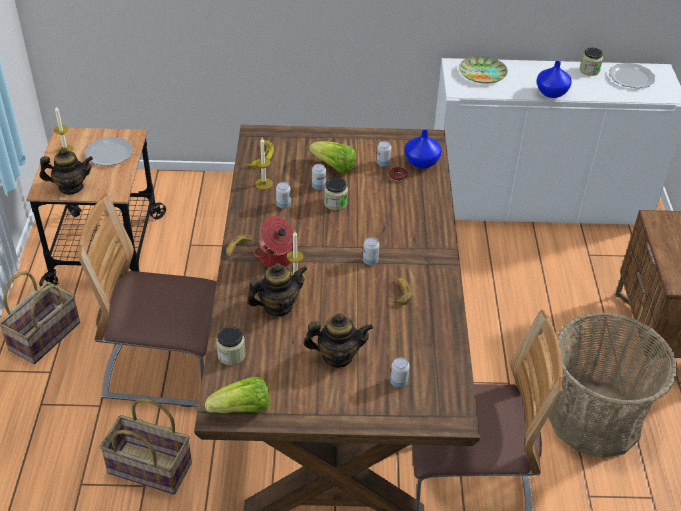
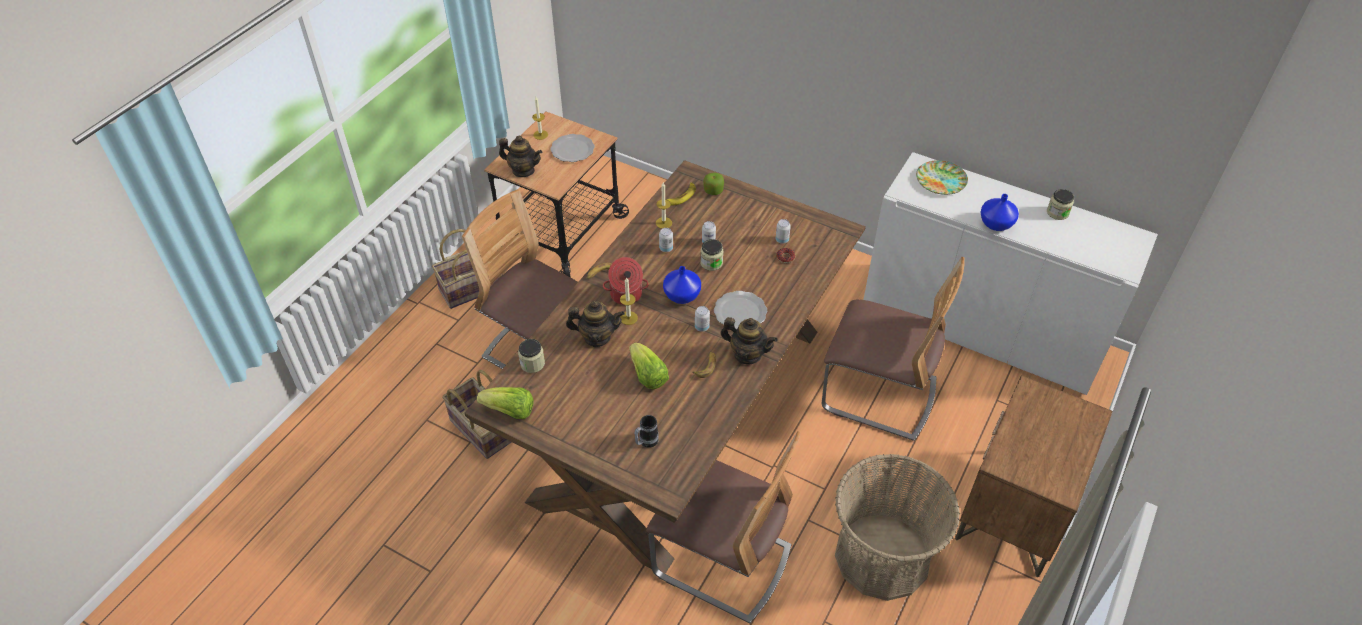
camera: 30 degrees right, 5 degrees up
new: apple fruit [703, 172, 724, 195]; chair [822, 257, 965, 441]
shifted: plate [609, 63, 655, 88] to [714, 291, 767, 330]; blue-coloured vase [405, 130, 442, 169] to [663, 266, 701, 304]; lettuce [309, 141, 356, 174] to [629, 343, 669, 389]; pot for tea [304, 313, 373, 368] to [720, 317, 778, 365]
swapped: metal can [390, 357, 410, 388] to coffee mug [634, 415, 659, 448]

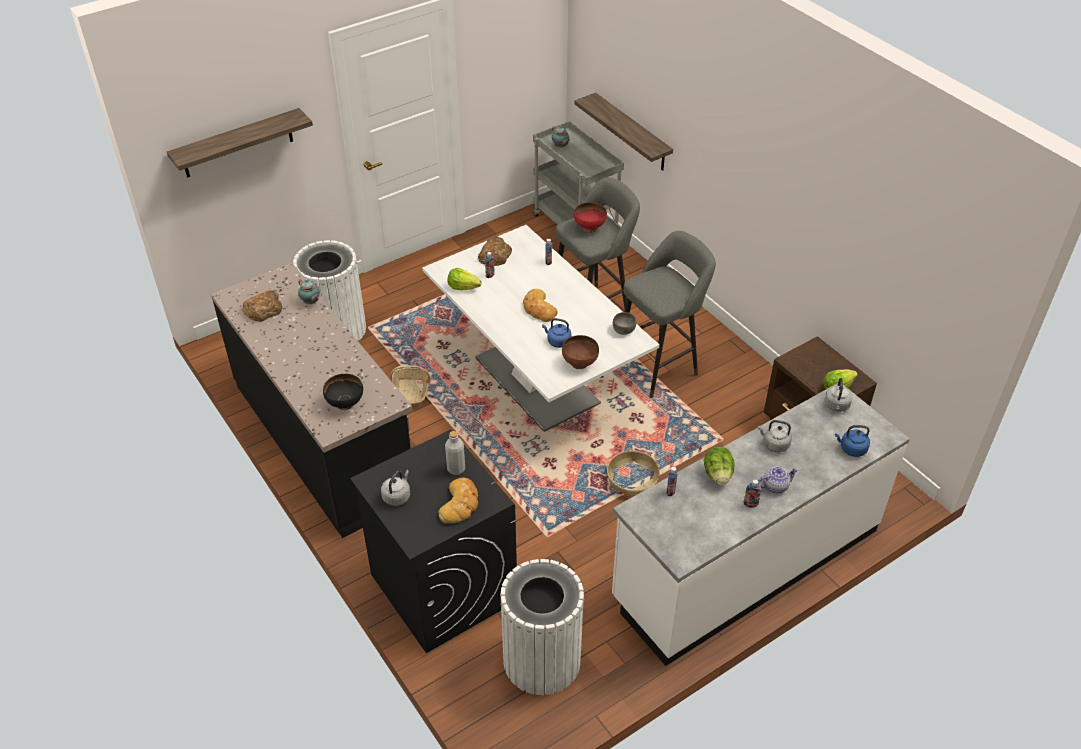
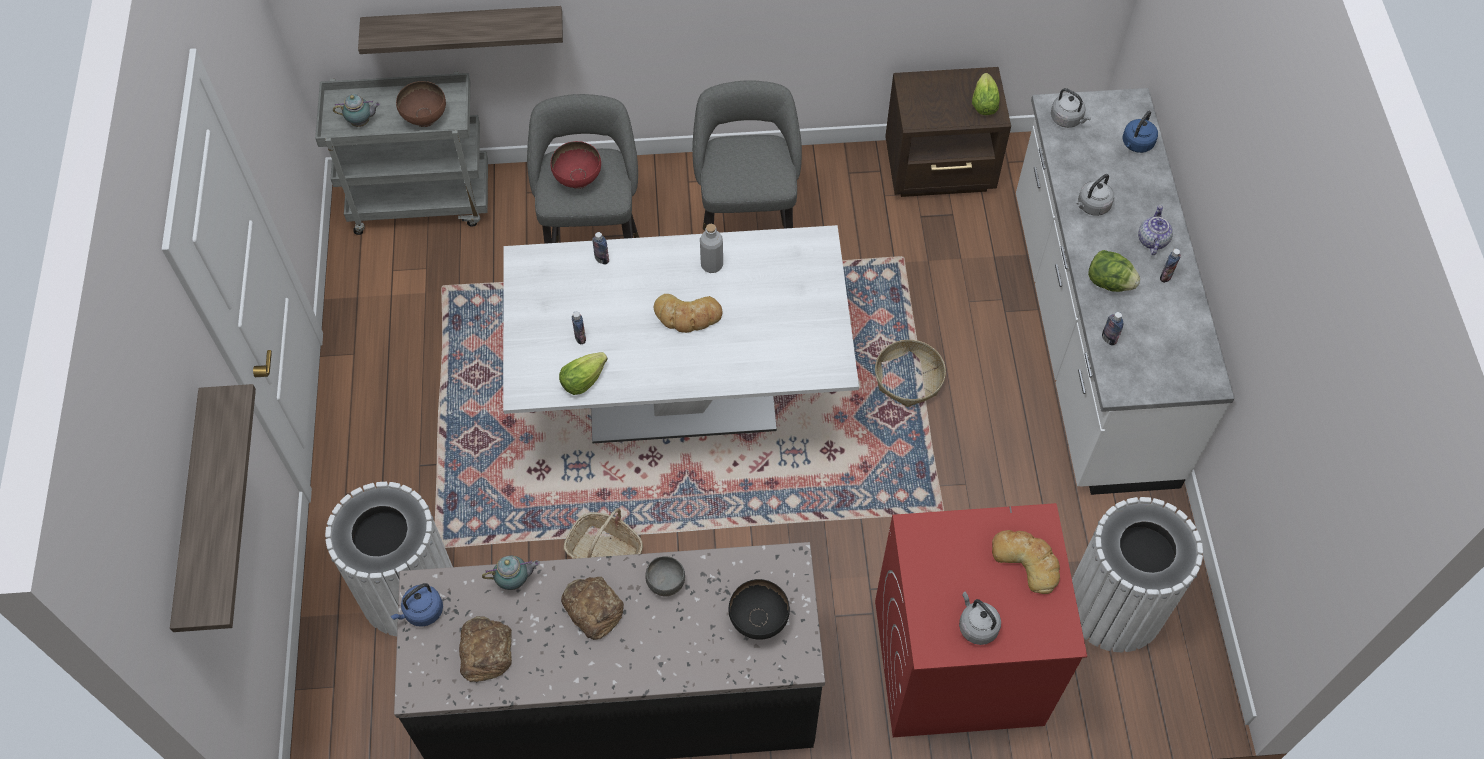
camera: 60 degrees left, 15 degrees up
shifted: bread [478, 236, 512, 266] to [561, 577, 624, 640]; greyish serving bowl [613, 312, 636, 335] to [645, 556, 685, 597]; blue-coloured kettle [542, 318, 572, 348] to [390, 583, 443, 627]; brownish serving bowl [562, 335, 599, 369] to [396, 81, 446, 127]; greyish bottle [445, 431, 465, 475] to [700, 224, 723, 273]
repainted: blackish washing machine [350, 430, 517, 653] to reddish washing machine [875, 503, 1087, 737]

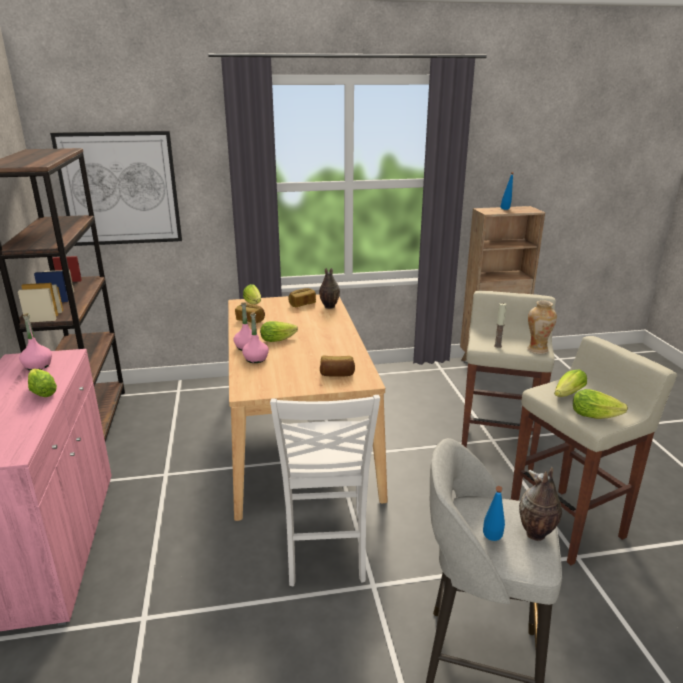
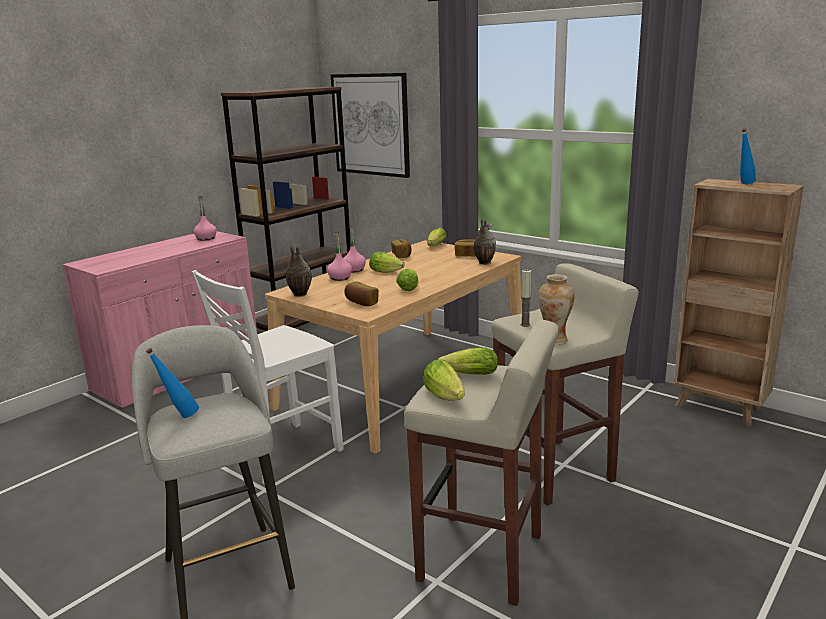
camera: 50 degrees right, 5 degrees down
shifted: lettuce [28, 369, 57, 397] to [396, 268, 419, 291]; vase [519, 467, 562, 541] to [285, 245, 312, 297]

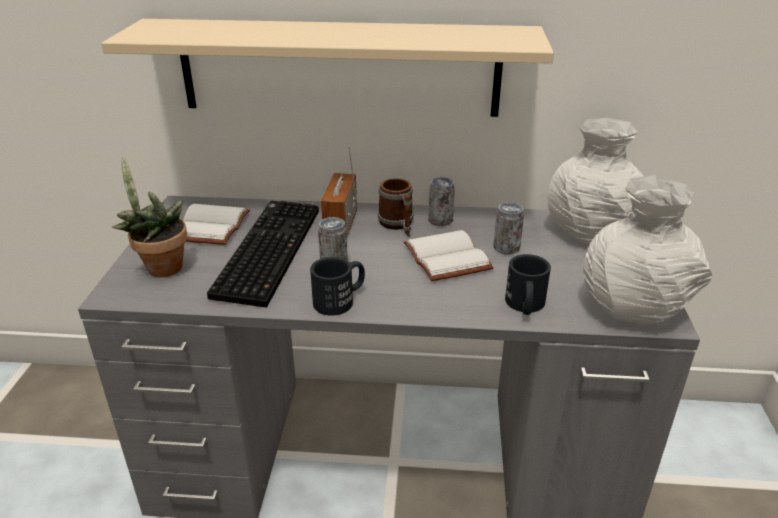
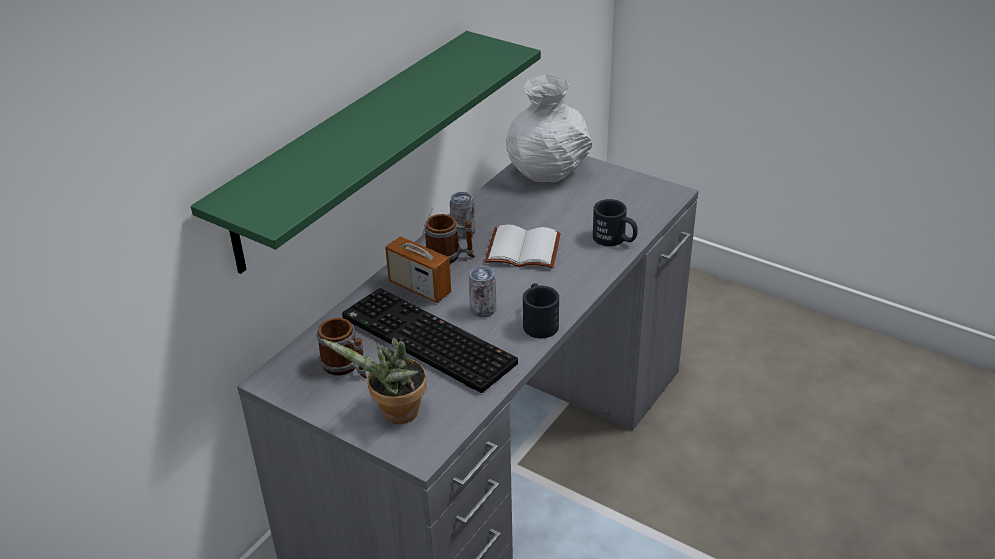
camera: 60 degrees left, 5 degrees up
gone: white vase [583, 175, 712, 325]; metal can [494, 202, 524, 255]
swapped: white volume [182, 204, 250, 245] to coffee mug [317, 318, 367, 379]
repainted: beige wall shelf [101, 19, 554, 117] to greenish wall shelf [191, 31, 541, 274]

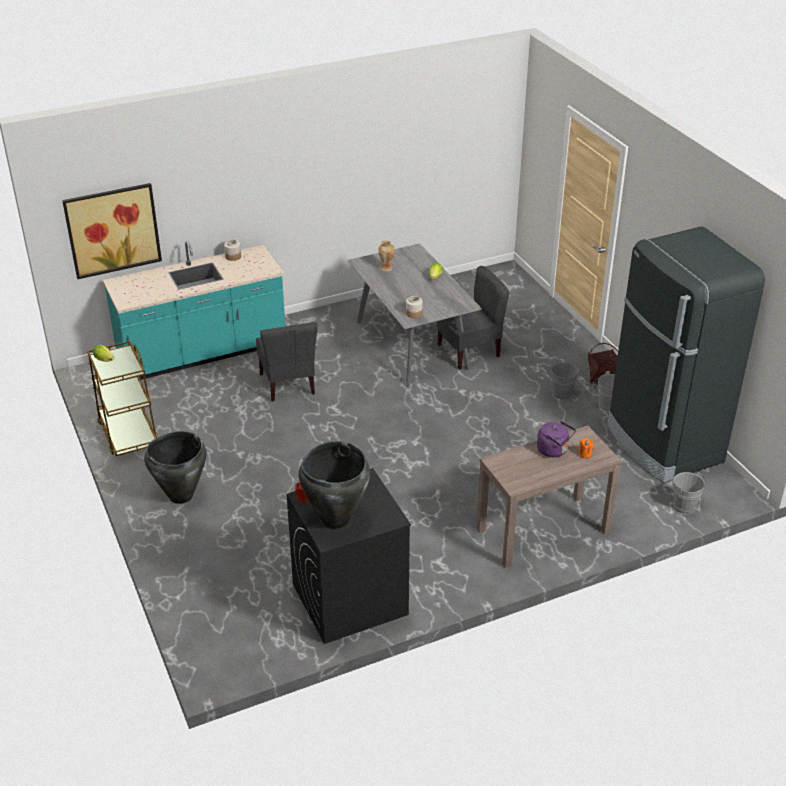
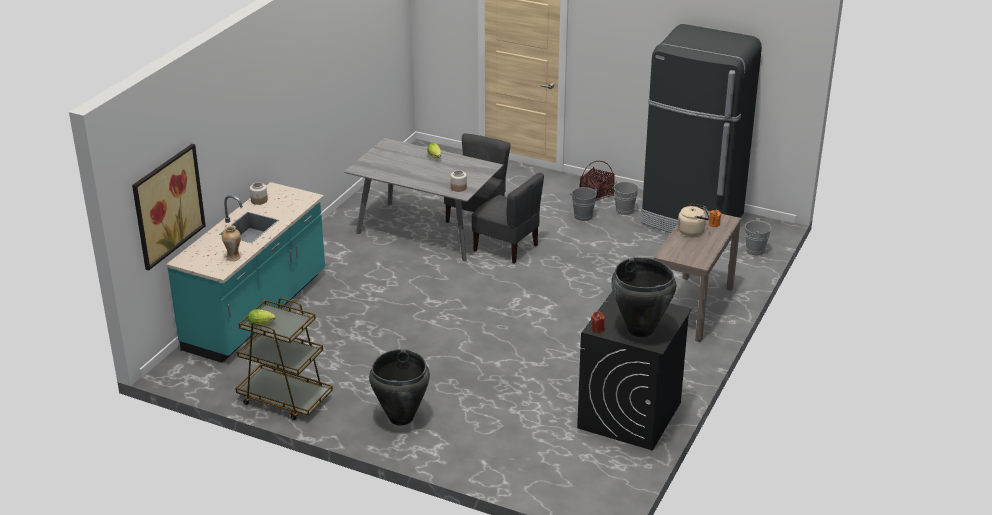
camera: 40 degrees left, 5 degrees down
shifted: vase [378, 240, 395, 272] to [222, 225, 241, 261]; greyish chair [256, 322, 318, 401] to [472, 173, 544, 264]
repainted: purple-coloured kettle [537, 421, 576, 457] to beige kettle [678, 204, 710, 236]

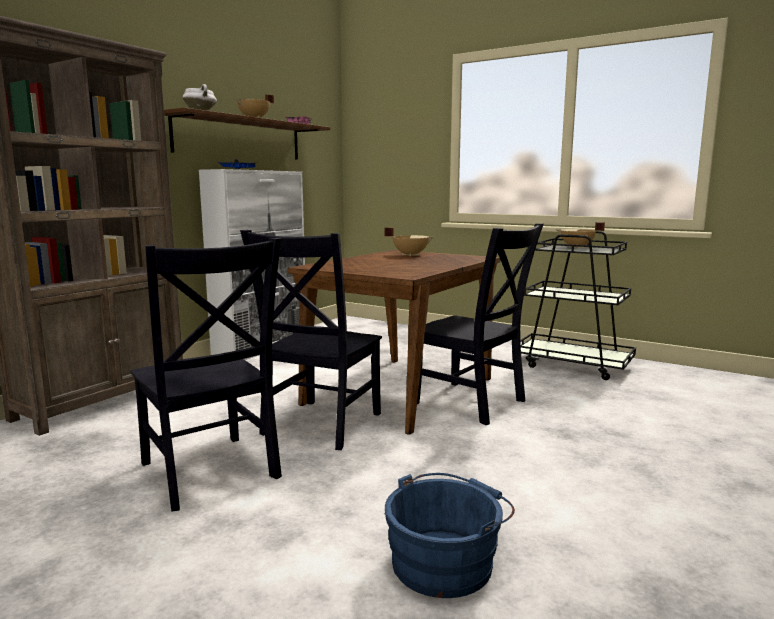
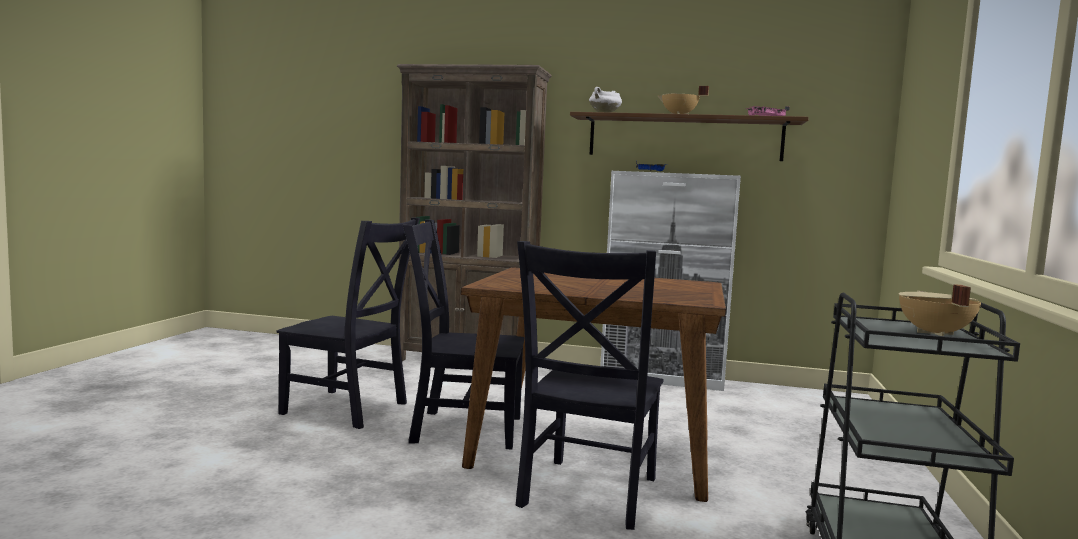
camera: 70 degrees right, 5 degrees down
gone: beige cooking pot [384, 227, 434, 256]; blue-coloured water bucket [385, 473, 515, 598]
rotated: blackish chair [130, 238, 282, 512] = [277, 218, 420, 429] 105 degrees counterclockwise

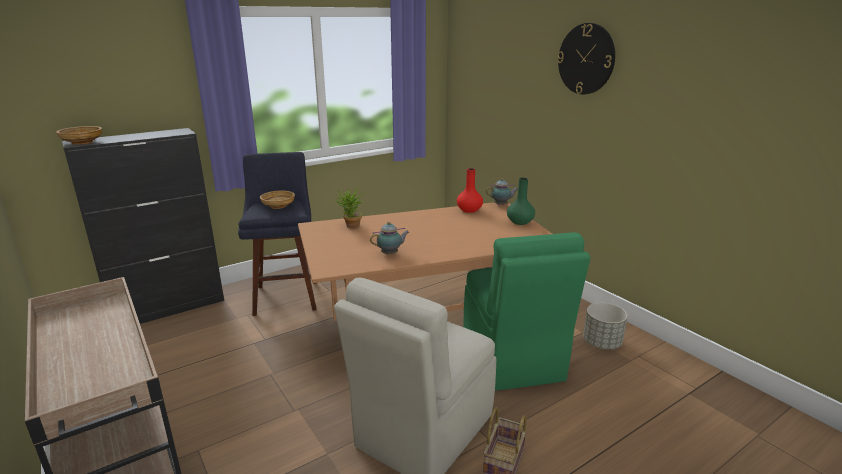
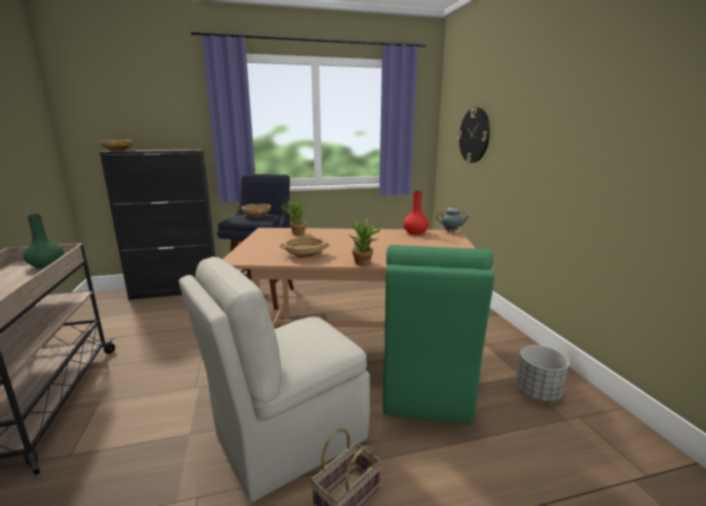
camera: 20 degrees right, 5 degrees down
new: plant in a pot [349, 219, 384, 265]
shifted: wall clock [557, 23, 615, 94] to [458, 107, 490, 163]; greenish vase [507, 178, 535, 225] to [23, 214, 64, 269]
swapped: pot for tea [370, 222, 409, 255] to beige serving bowl [279, 237, 330, 258]

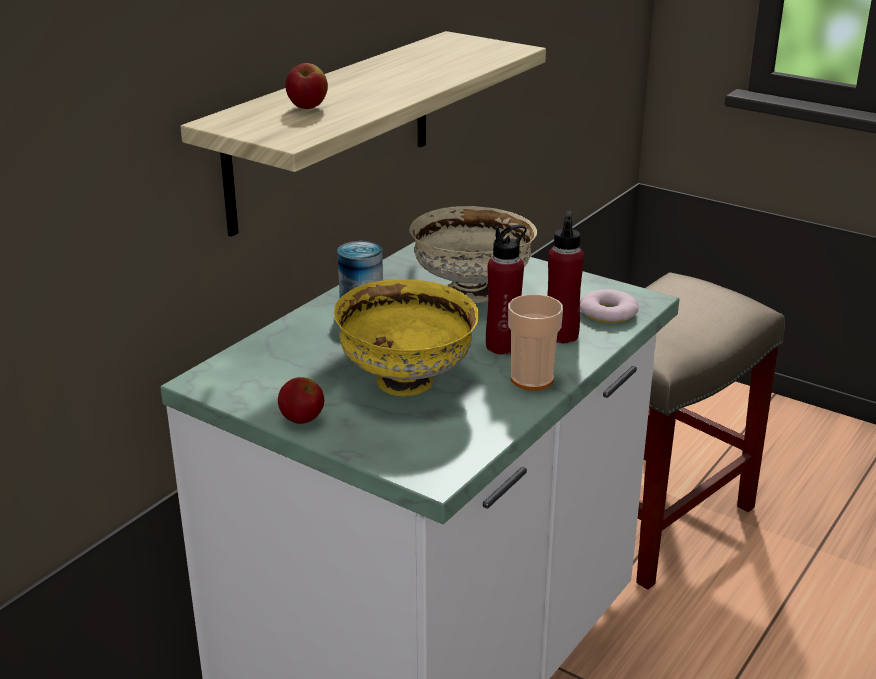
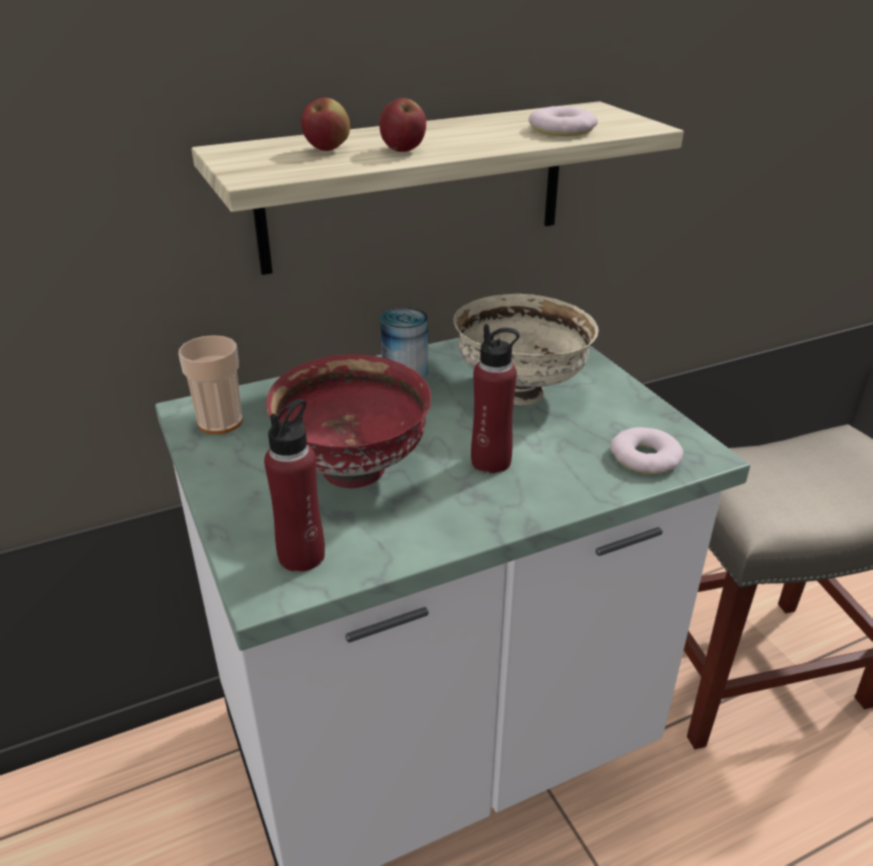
camera: 30 degrees right, 5 degrees up
new: doughnut [529, 106, 598, 136]
shifted: reddish bottle [547, 211, 584, 343] to [264, 399, 325, 572]; cup [508, 294, 563, 390] to [178, 335, 243, 434]; apple fruit [278, 377, 324, 424] to [379, 98, 426, 152]
repainted: yellow serving bowl [334, 279, 479, 396] to reddish serving bowl [266, 354, 431, 488]

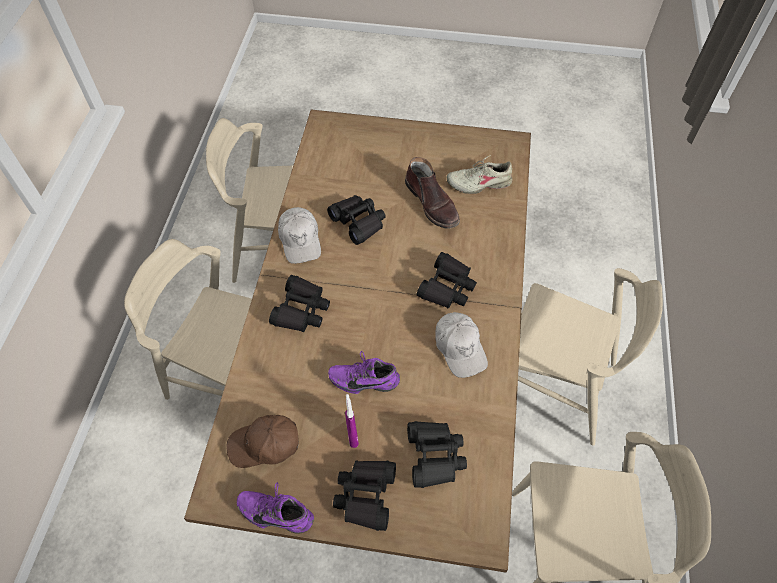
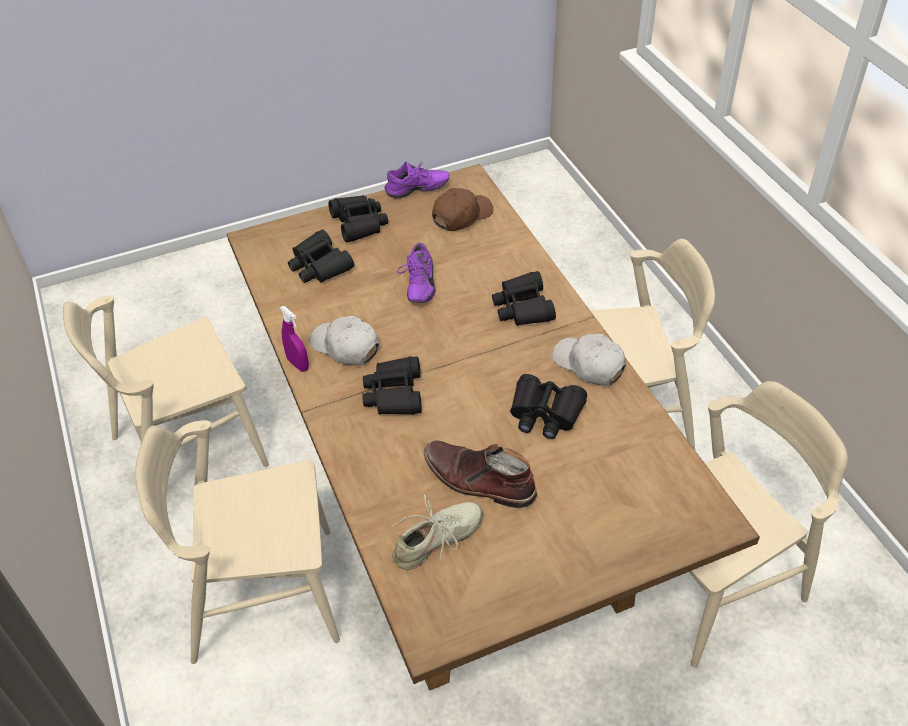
camera: 150 degrees right, 10 degrees down
shifted: purple-coloured spray bottle [345, 394, 359, 448] to [280, 306, 309, 372]
rotated: purple-coloured low shoe [328, 351, 400, 394] = [397, 243, 436, 303] 120 degrees clockwise

